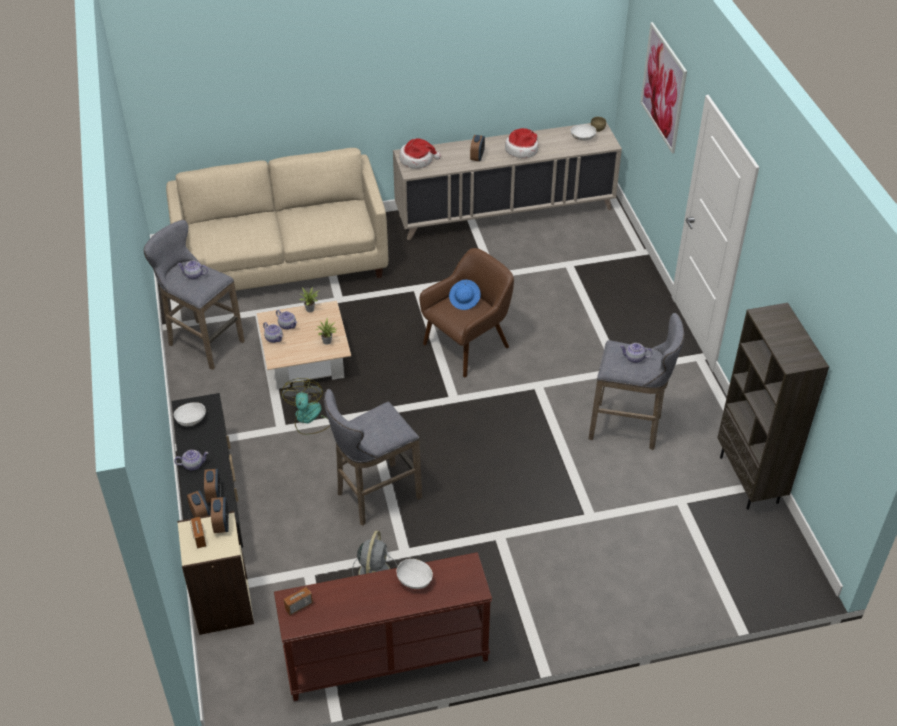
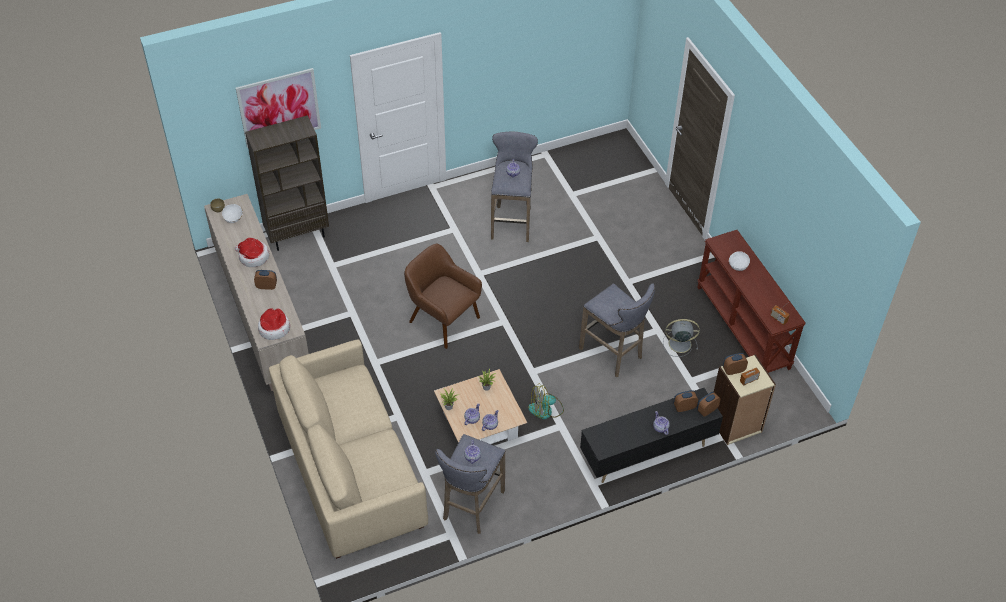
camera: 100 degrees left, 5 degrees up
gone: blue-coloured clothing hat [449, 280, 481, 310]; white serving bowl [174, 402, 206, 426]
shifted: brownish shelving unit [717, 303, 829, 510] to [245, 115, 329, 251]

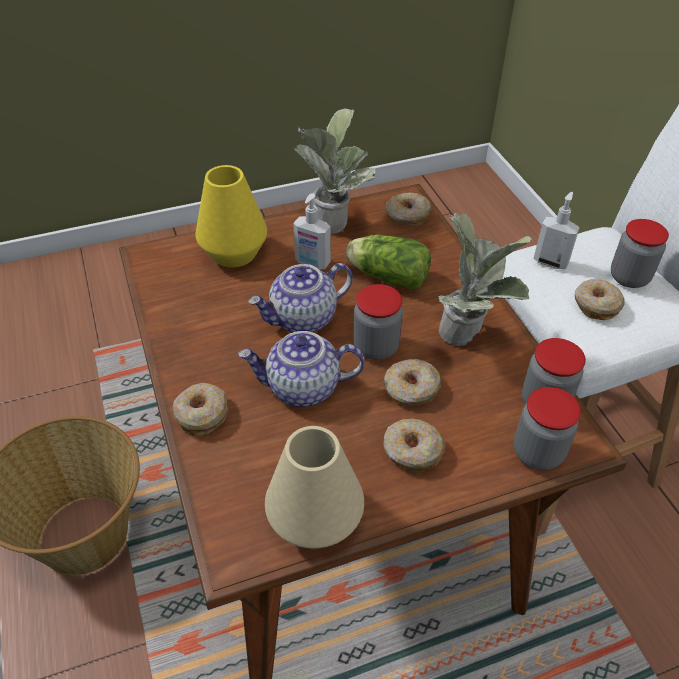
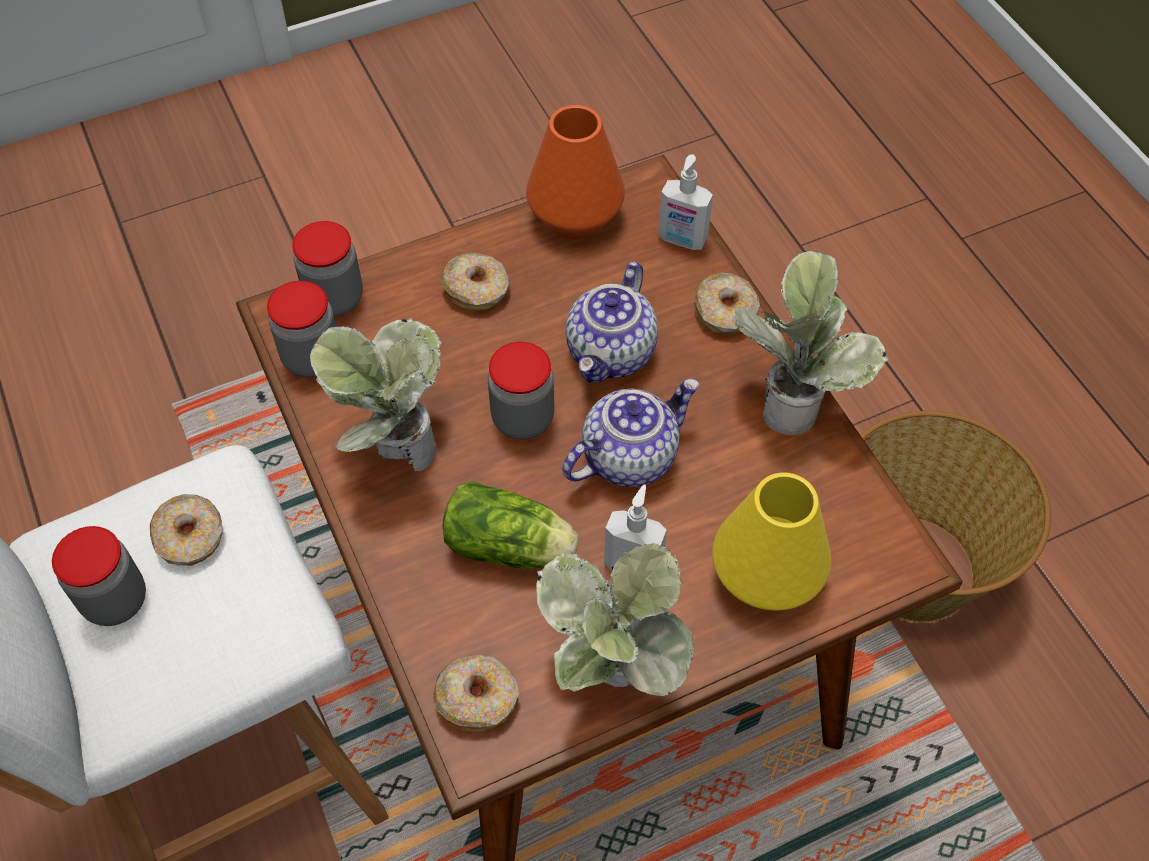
camera: 175 degrees right, 10 degrees up
gone: doughnut [384, 359, 441, 406]
new: plant in a pot [734, 251, 888, 435]
shifted: liquid soap bottle [533, 192, 580, 269] to [658, 154, 713, 250]
repainted: beige vase [265, 426, 364, 549] to orange vase [526, 105, 625, 240]
rotated: pot for tea [238, 331, 365, 407] = [566, 261, 658, 383] 120 degrees clockwise

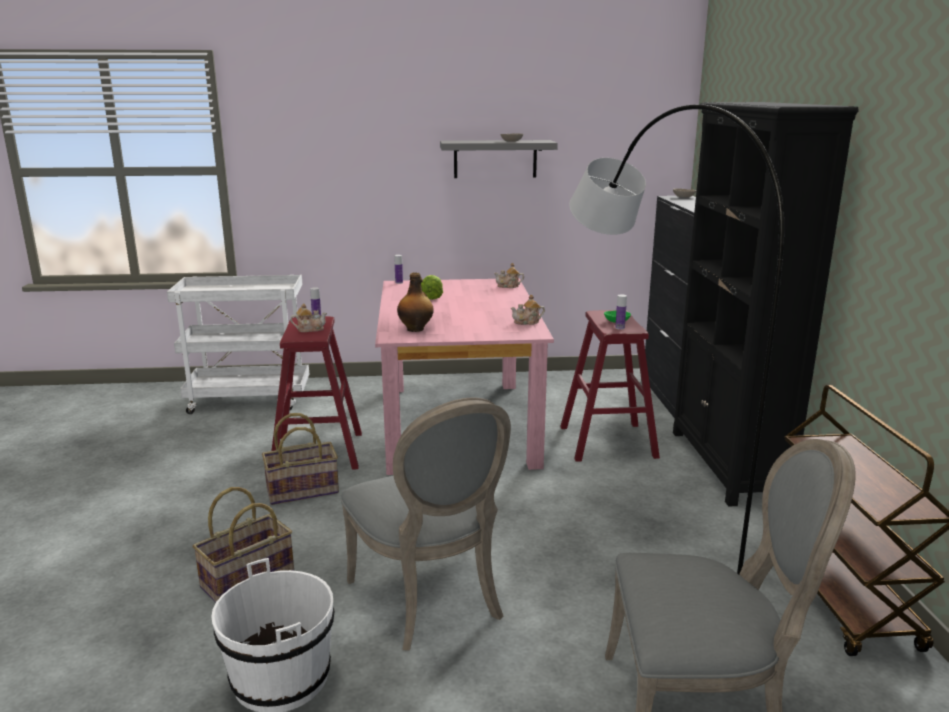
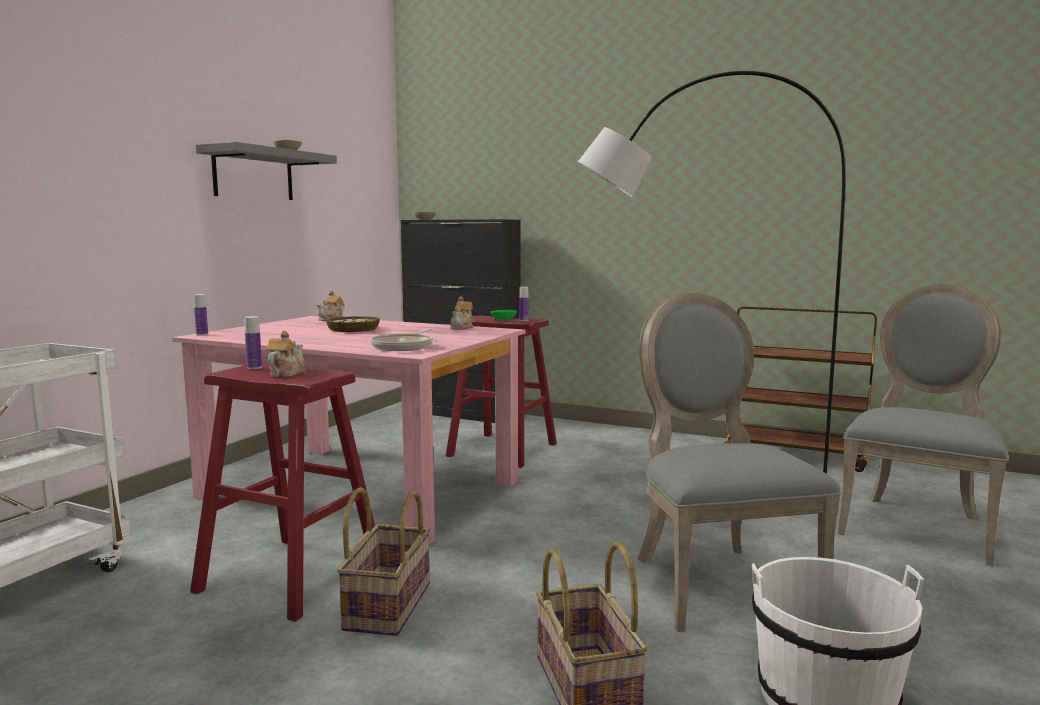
camera: 60 degrees left, 10 degrees down
gone: blackish shelving unit [673, 102, 859, 507]; lettuce [421, 275, 443, 300]
new: serving bowl [326, 316, 380, 332]
swapped: bottle [397, 273, 434, 332] to pan [370, 329, 433, 351]
rotated: greyish chair [341, 397, 511, 650] = [637, 293, 841, 632] 105 degrees counterclockwise

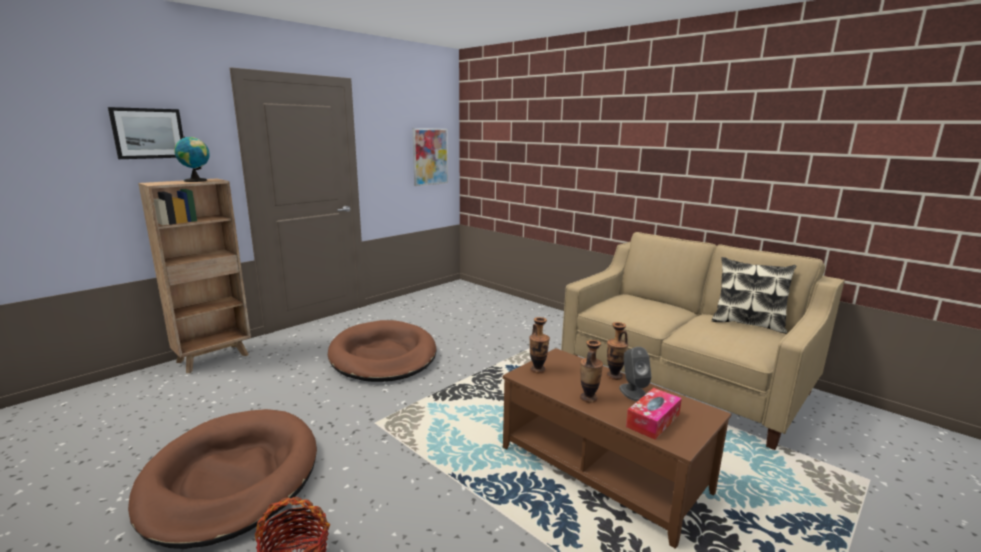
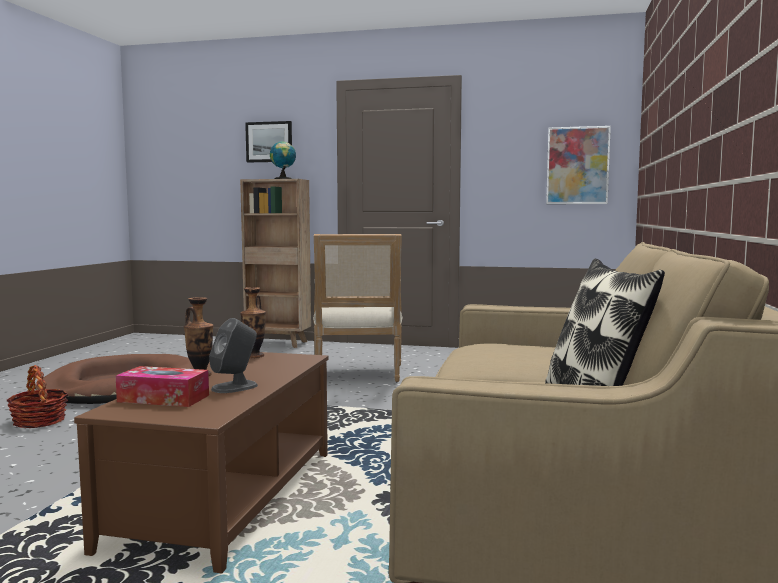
camera: 60 degrees right, 10 degrees down
gone: vase [607, 322, 628, 380]
swapped: brownish dog cushion [328, 320, 436, 382] to armchair [313, 234, 403, 382]

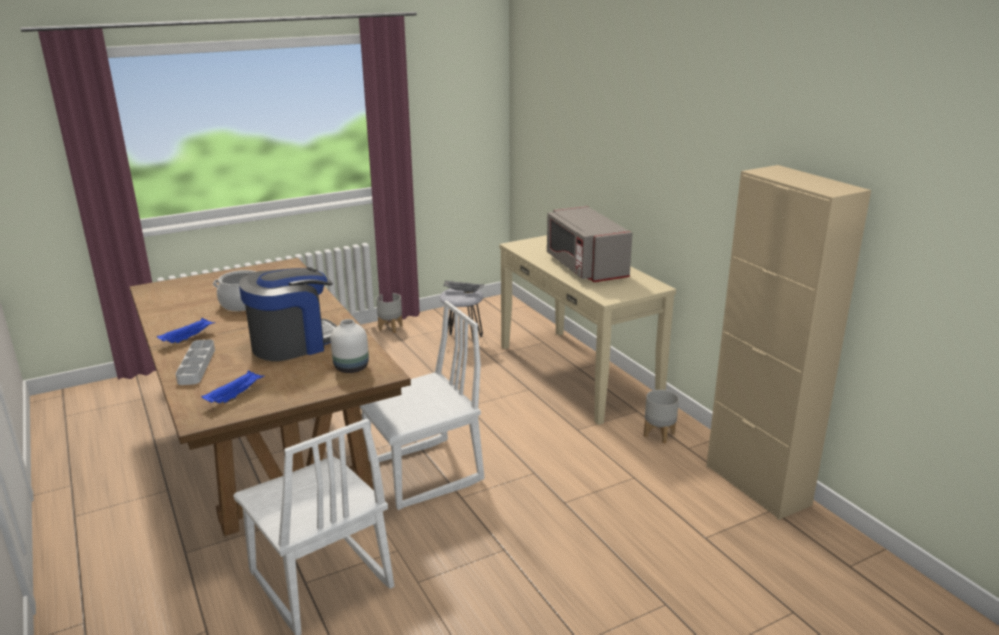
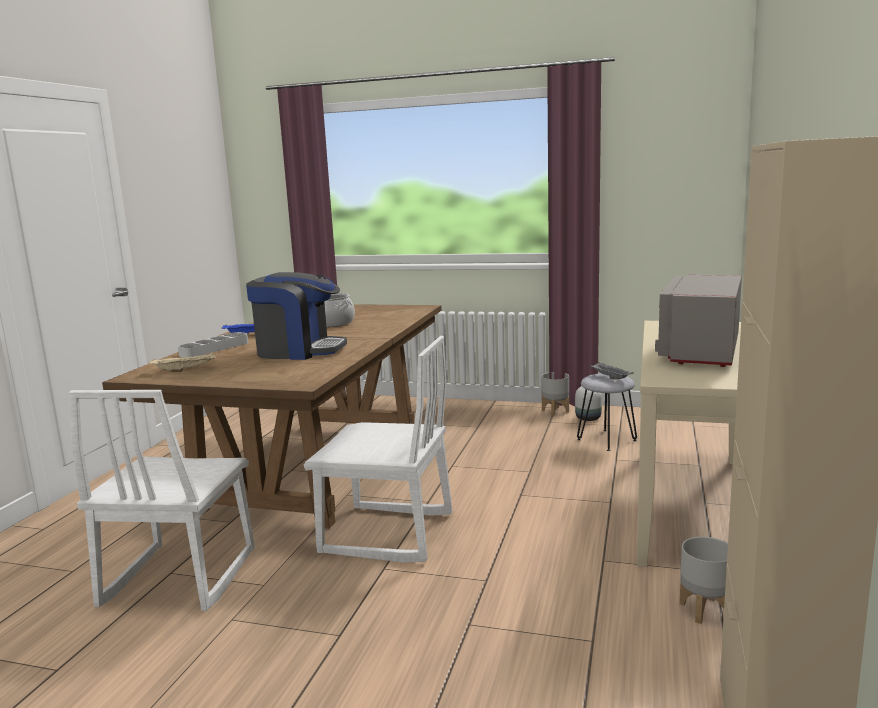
camera: 45 degrees right, 10 degrees down
shifted: white vase [330, 319, 369, 373] to [575, 386, 602, 421]
repainted: blue-coloured carrying tray [202, 370, 265, 404] to beige carrying tray [149, 352, 216, 372]

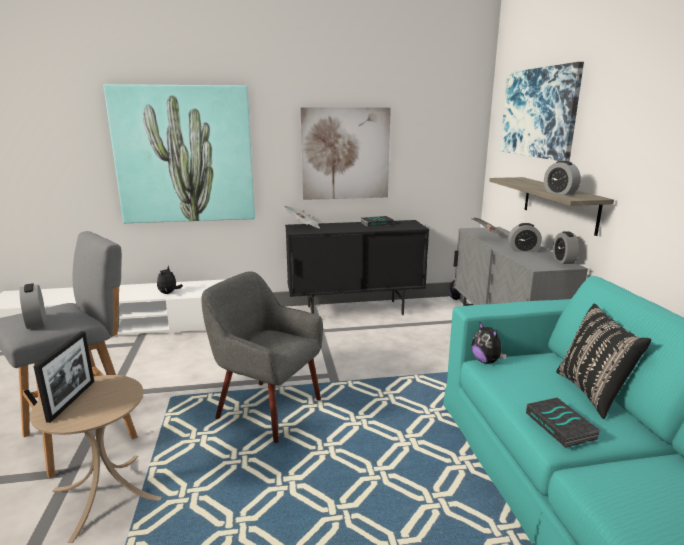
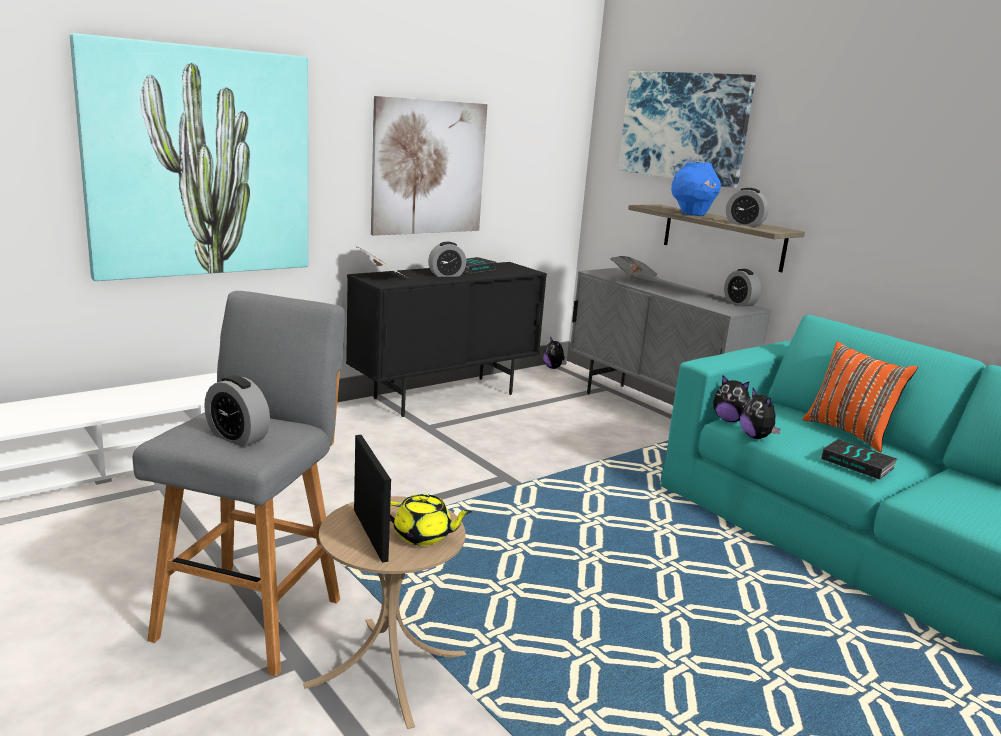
camera: 30 degrees left, 0 degrees up
gone: greyish armchair [201, 271, 323, 443]
new: blue-coloured vase [671, 161, 721, 216]; yellow pot for tea [390, 494, 472, 546]
shifted: alarm clock [508, 223, 542, 252] to [428, 242, 466, 277]; plush toy [157, 266, 183, 294] to [740, 388, 781, 439]
repainted: blackish throw pillow [556, 304, 651, 419] to orange throw pillow [803, 341, 918, 452]

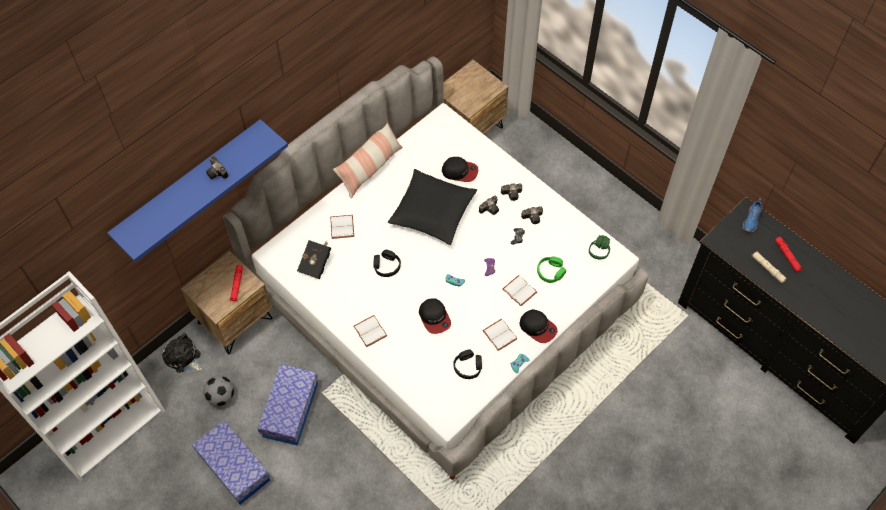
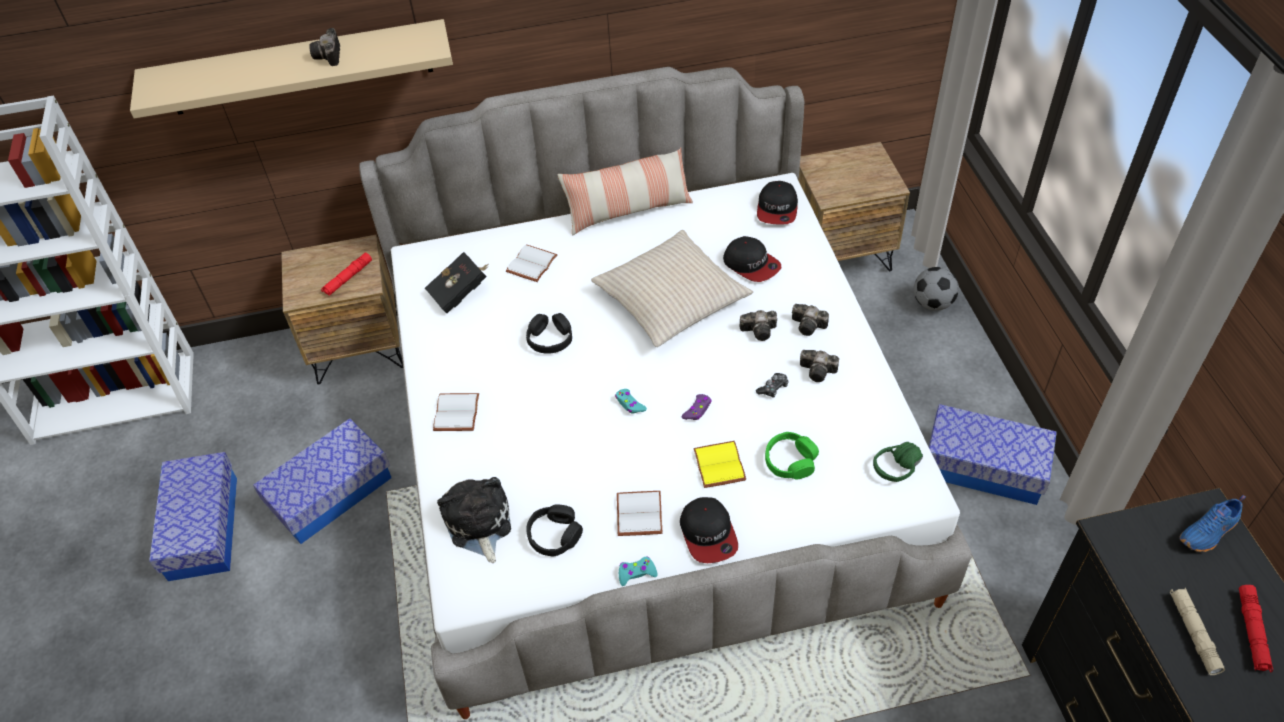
camera: 35 degrees right, 10 degrees down
new: storage bin [929, 404, 1057, 505]
shifted: peaked cap [419, 298, 451, 334] to [757, 181, 798, 225]; plush toy [162, 333, 203, 373] to [437, 477, 511, 563]; ball for football [203, 376, 234, 406] to [914, 267, 959, 311]
repainted: blue-coloured wall shelf [107, 119, 288, 263] to beige wall shelf [130, 19, 453, 119]; blackish throw pillow [388, 169, 477, 245] to beige throw pillow [591, 230, 753, 347]; white volume [502, 275, 537, 306] to yellow volume [693, 441, 746, 488]

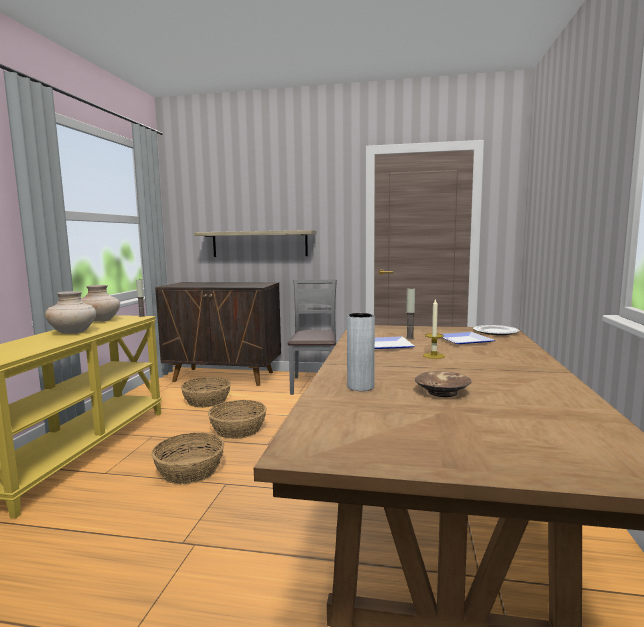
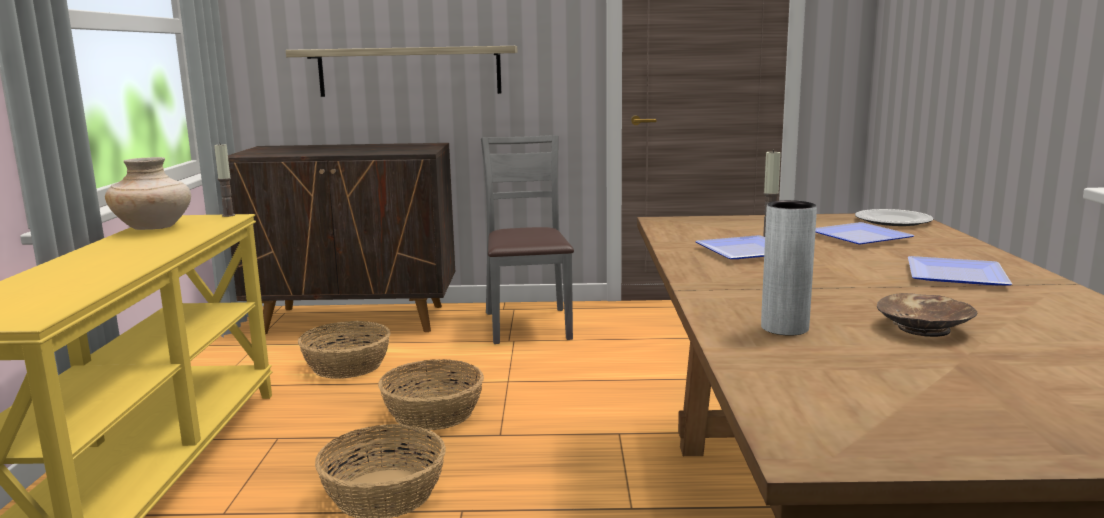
camera: 10 degrees left, 5 degrees up
gone: beige vase [45, 291, 96, 334]; candle [423, 298, 445, 359]
new: plate [908, 256, 1012, 286]

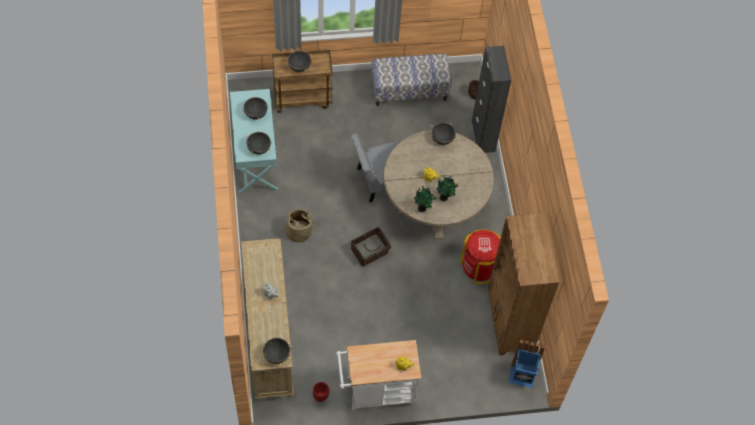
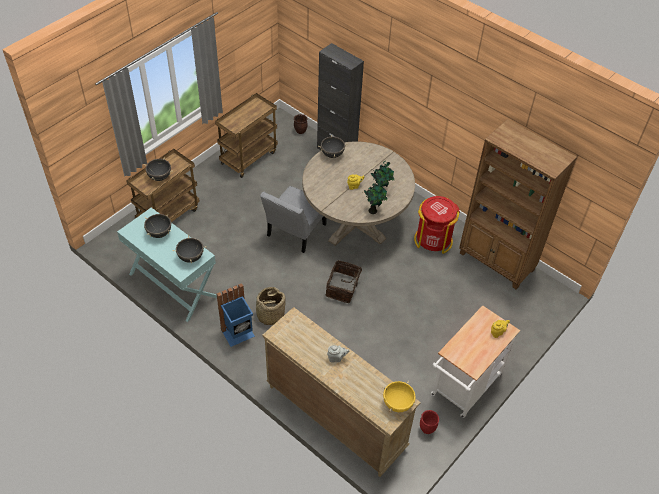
camera: 40 degrees left, 10 degrees down
shifted: blue-coloured waste bin [508, 340, 545, 388] to [217, 283, 255, 347]
swapped: bench [372, 54, 451, 106] to brownish trolley [215, 93, 278, 178]
repainted: blackish cooking pot [260, 335, 293, 365] to yellow cooking pot [382, 381, 417, 412]

